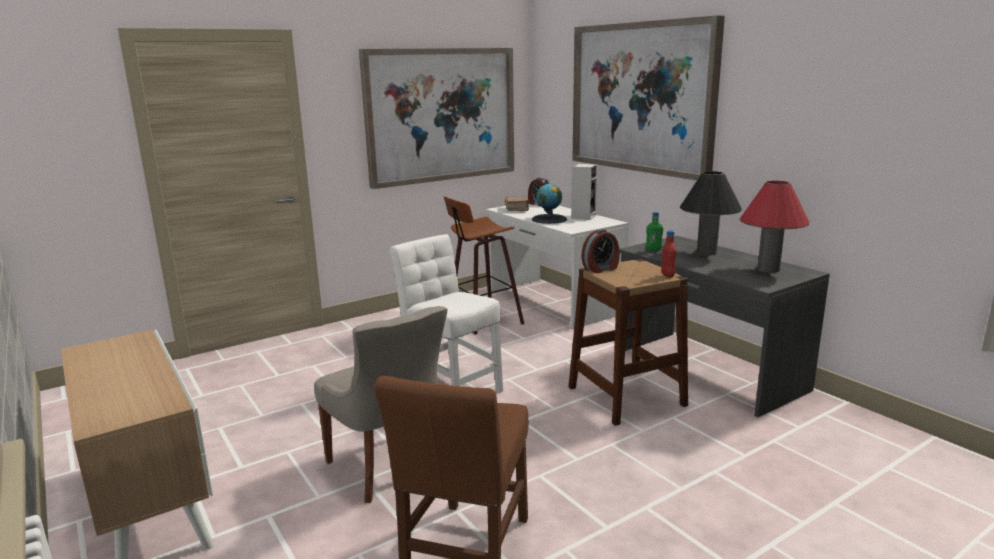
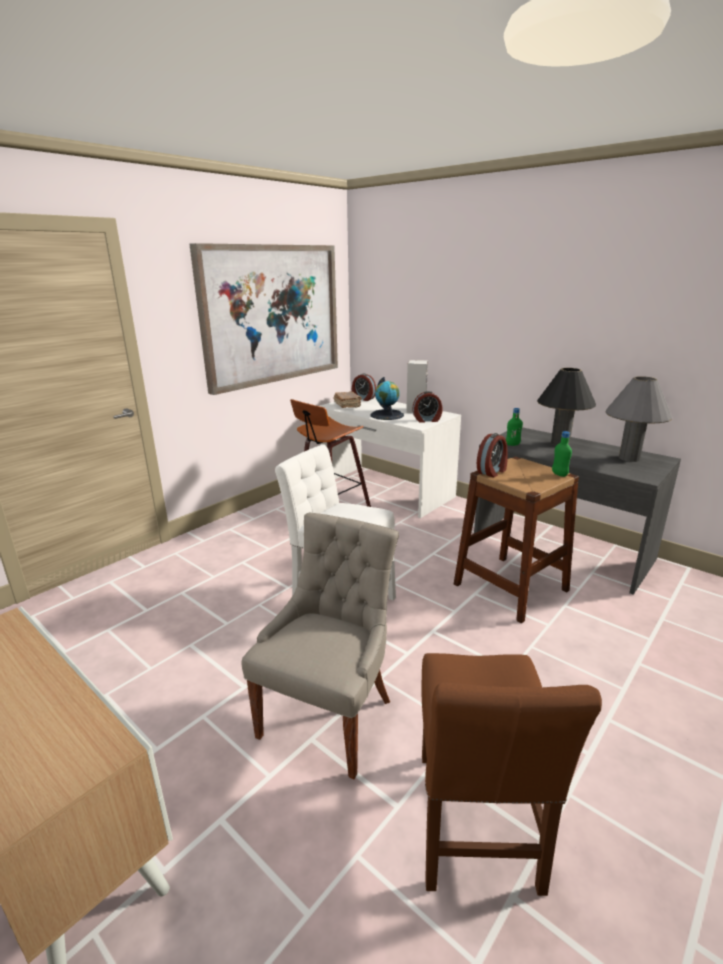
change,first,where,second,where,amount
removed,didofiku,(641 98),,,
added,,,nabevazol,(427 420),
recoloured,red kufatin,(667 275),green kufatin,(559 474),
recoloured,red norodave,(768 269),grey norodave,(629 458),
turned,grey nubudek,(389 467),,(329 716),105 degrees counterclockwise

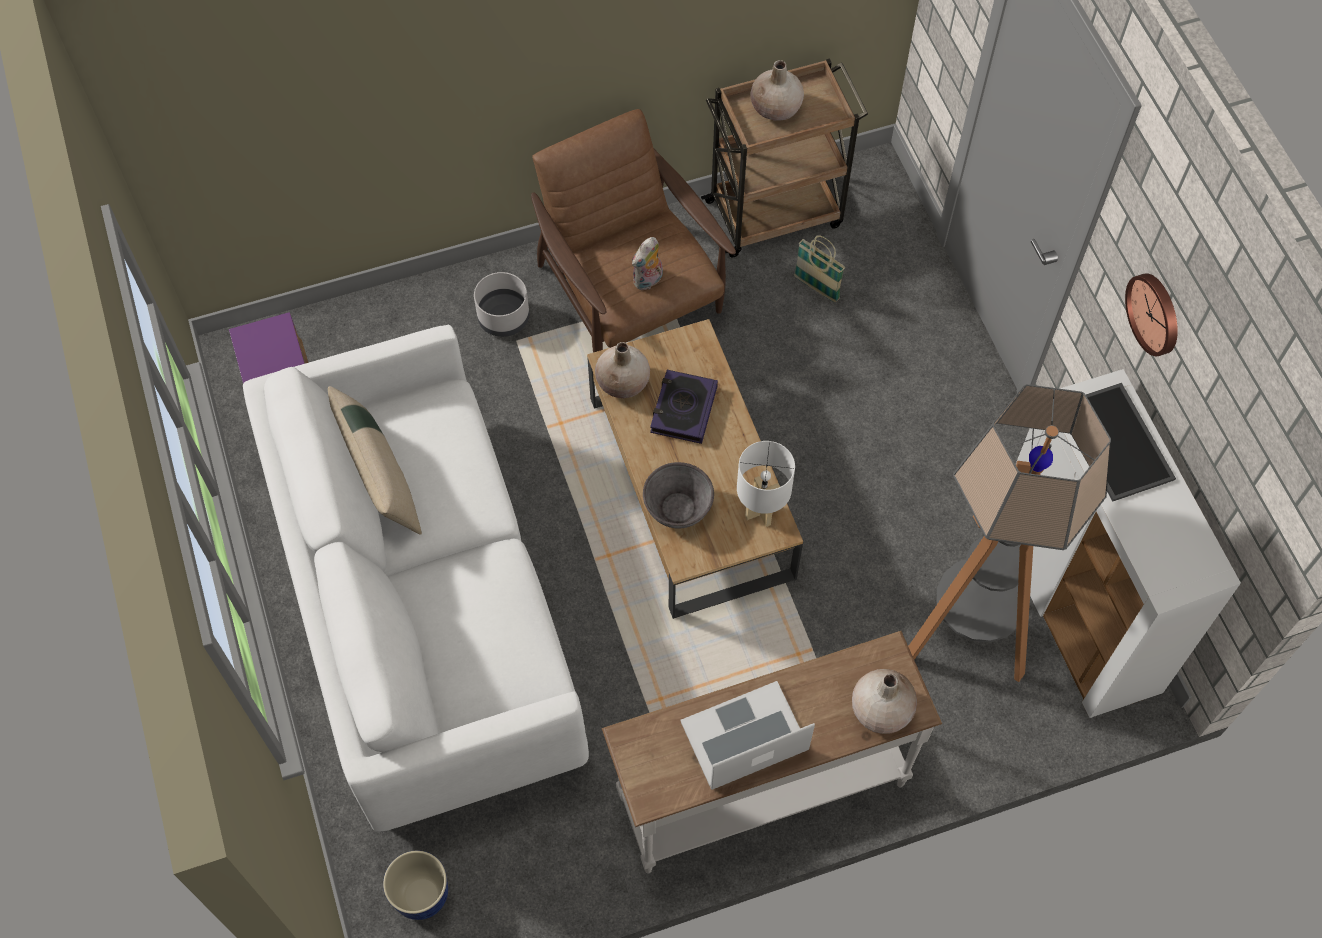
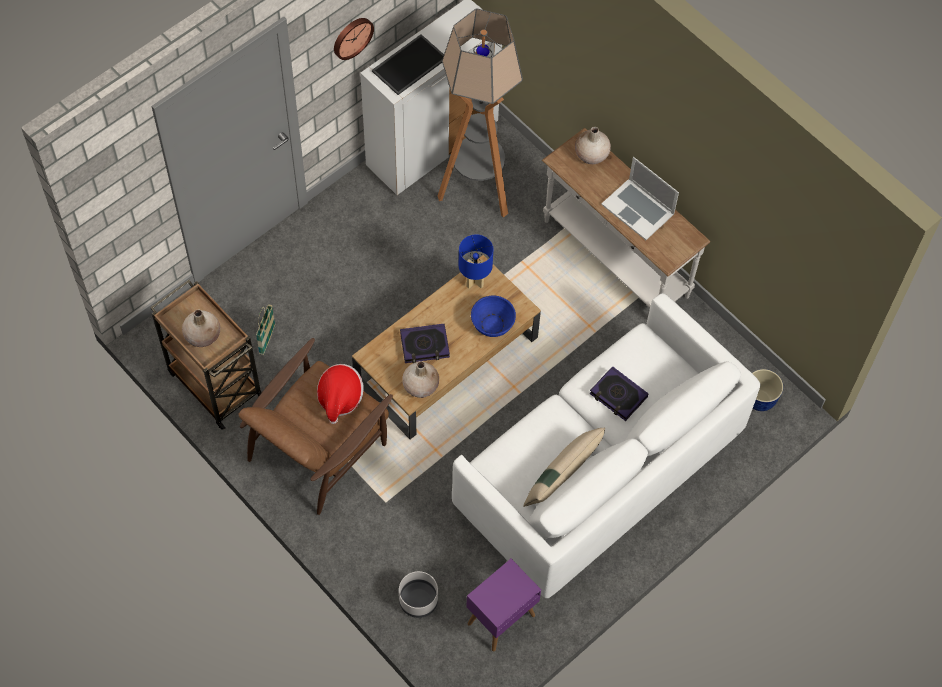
change,first,where,second,where,amount
added,,,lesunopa,(618 396),
moved,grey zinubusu,(503 317),,(418 601),
replaced,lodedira,(648 281),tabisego,(340 398),
recoloured,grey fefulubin,(678 508),blue fefulubin,(492 324),
recoloured,white norodave,(762 512),blue norodave,(475 280),

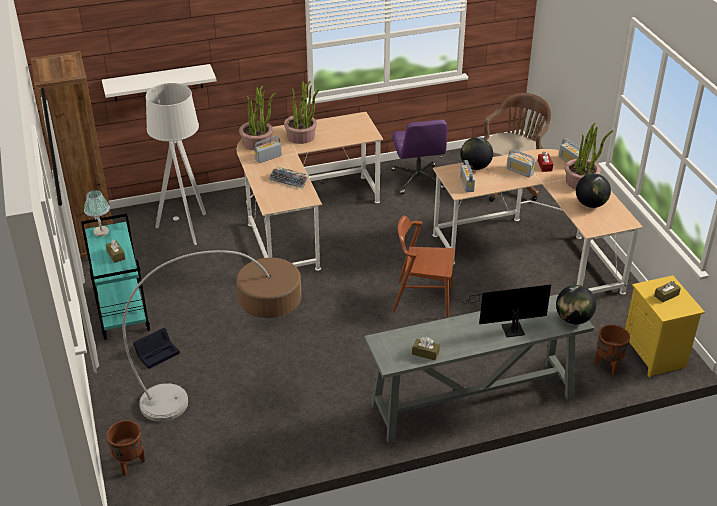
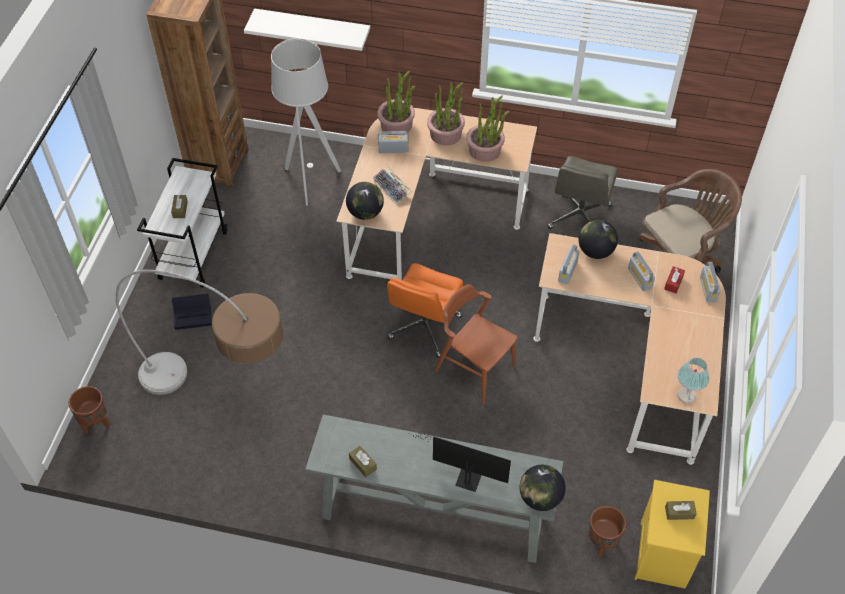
change,first,where,second,where,amount
added,,,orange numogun,(424 328),
moved,norodave,(101 232),,(686 396),
moved,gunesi,(580 182),,(485 150),
moved,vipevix,(590 204),,(365 213),
recoloured,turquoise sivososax,(121 312),white sivososax,(193 254),
recoloured,purple numogun,(418 180),grey numogun,(579 217),

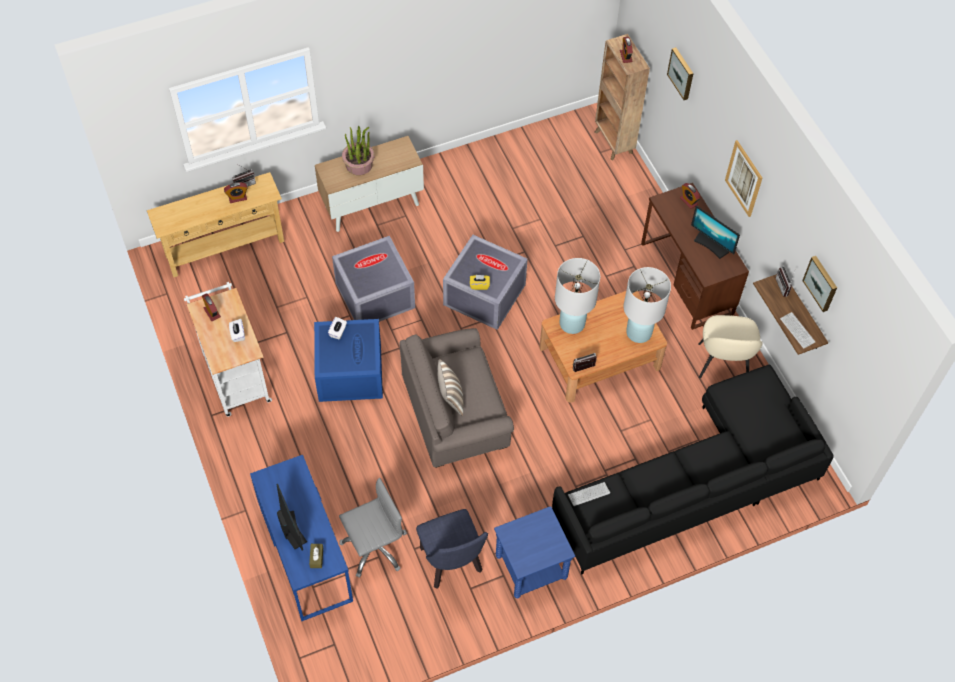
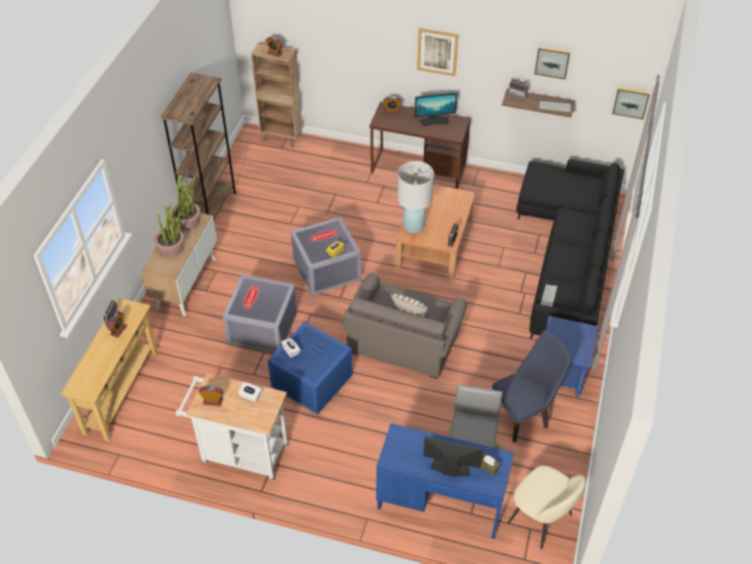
change,first,where,second,where,amount
removed,white norodave,(639 333),,,
added,,,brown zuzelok,(211 210),
added,,,gunesi,(187 221),
moved,didofiku,(682 73),,(631 102),
moved,beige nubudek,(723 364),,(541 520),
turned,blue nubudek,(452 565),,(523 416),45 degrees counterclockwise

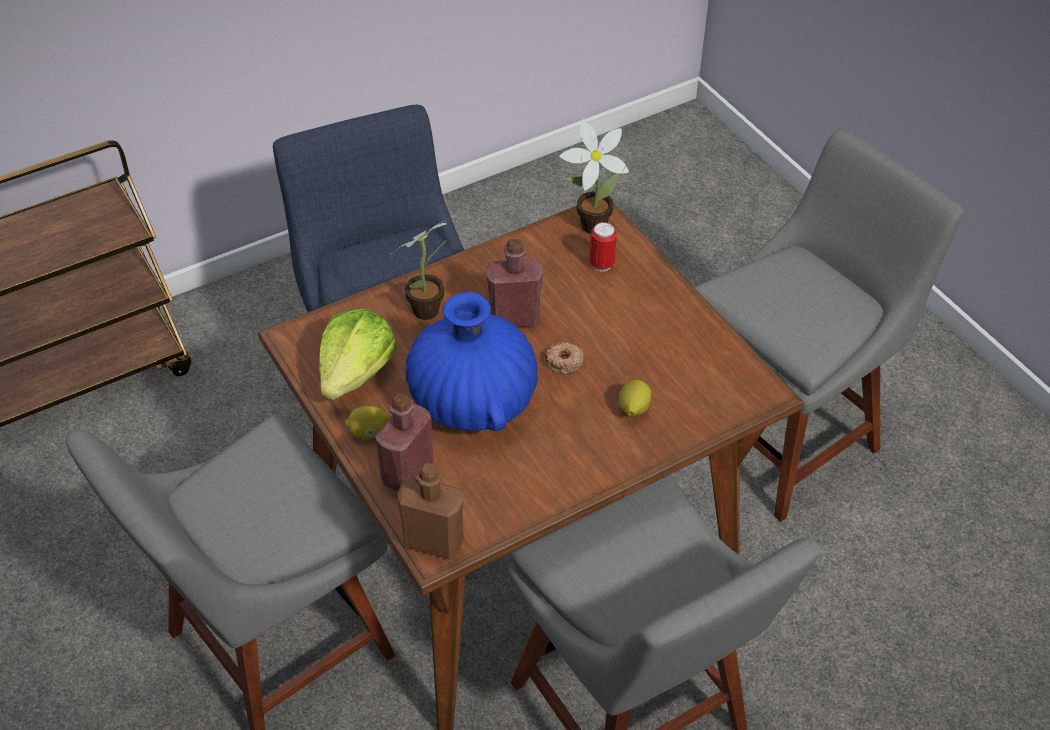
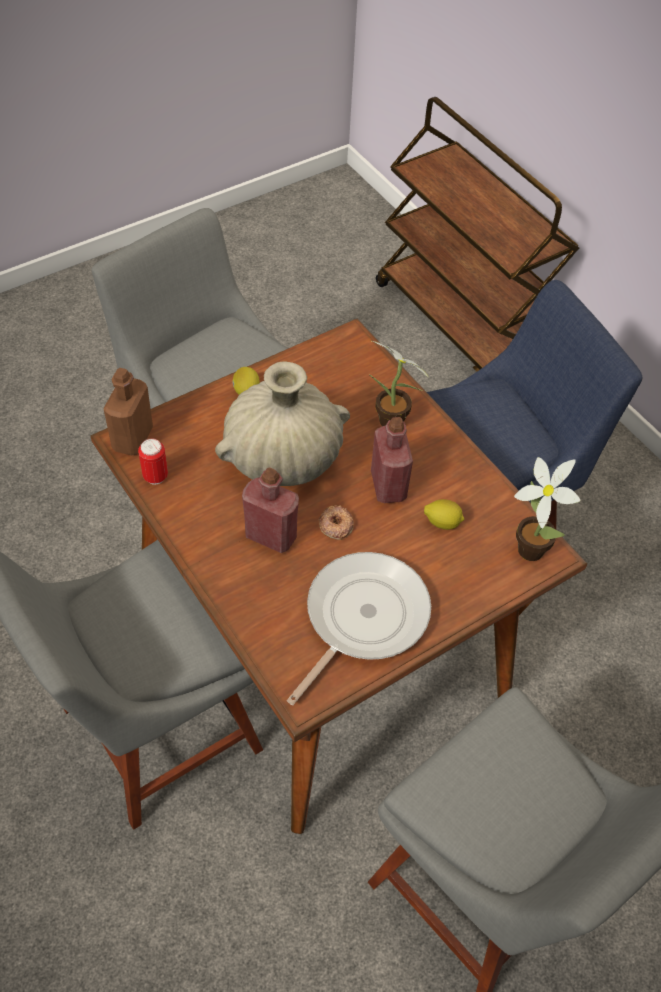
change,first,where,second,where,amount
removed,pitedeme,(356 373),,,
added,,,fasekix,(362 618),
moved,red kufatin,(407 472),,(271 536),
moved,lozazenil,(601 264),,(155 476),
moved,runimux,(633 409),,(442 522),
recoloured,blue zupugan,(472 401),beige zupugan,(283 458),

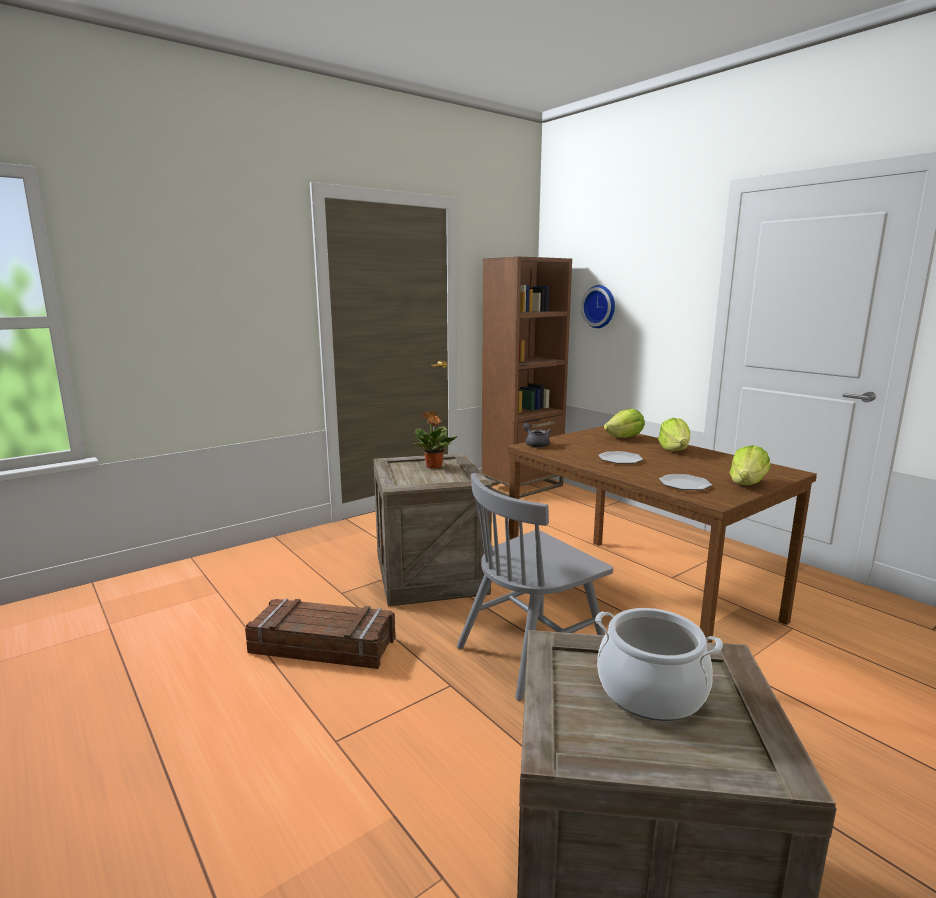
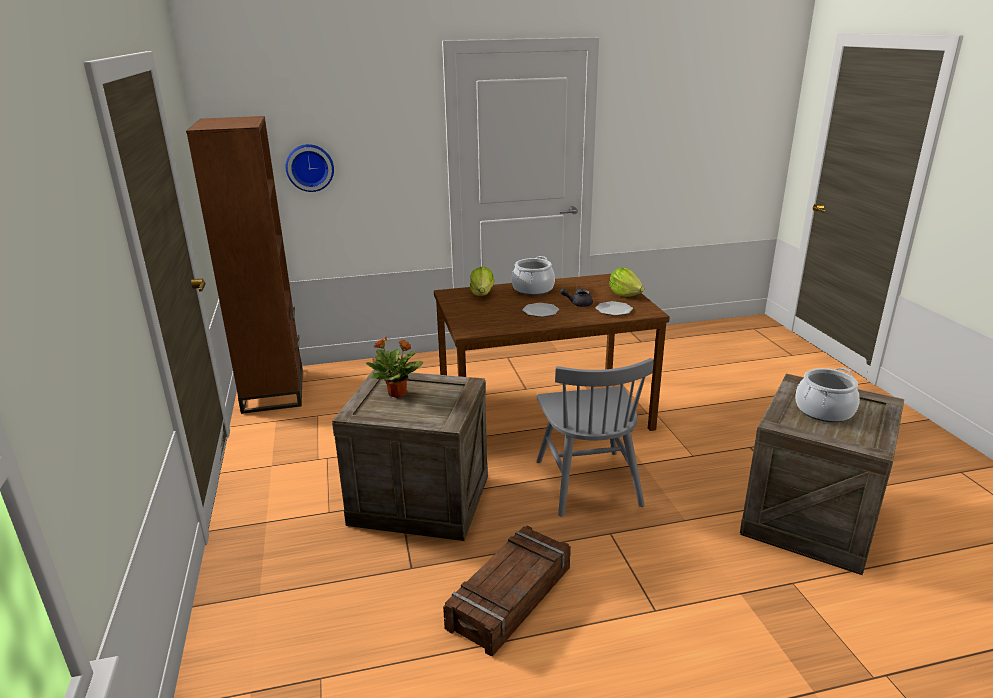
change,first,where,second,where,amount
moved,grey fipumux,(536 444),,(578 304),
replaced,pitedeme,(674 450),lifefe,(532 289),

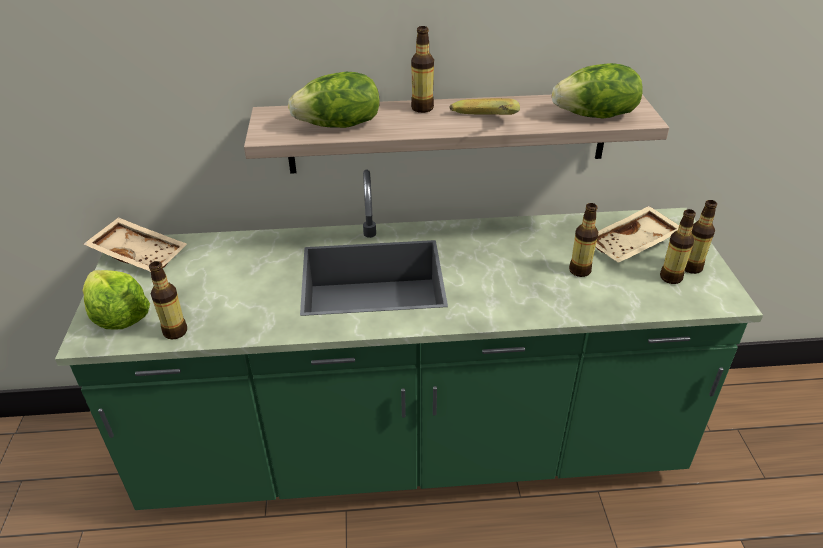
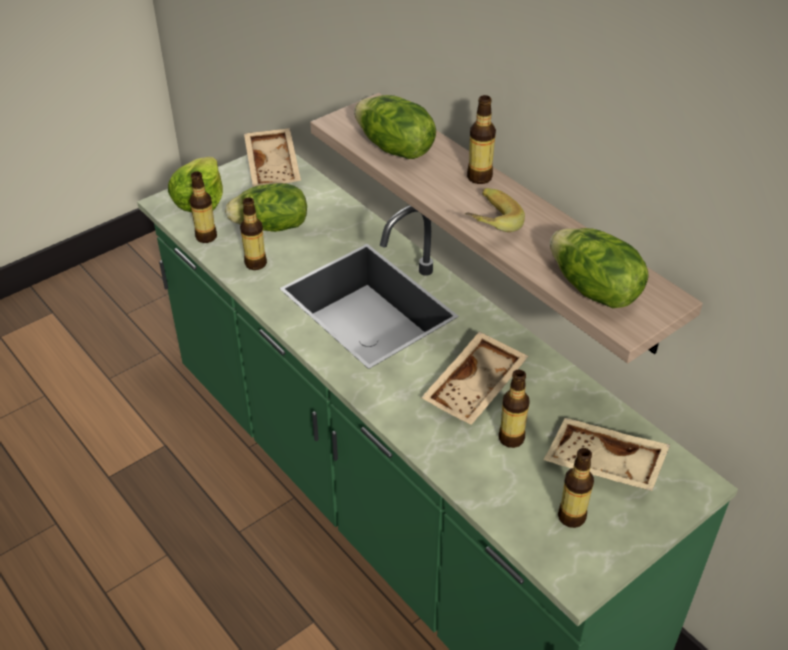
change,first,where,second,where,amount
added,,,pitedeme,(271 227),
added,,,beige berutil,(476 388),
moved,kufatin,(691 267),,(255 263),

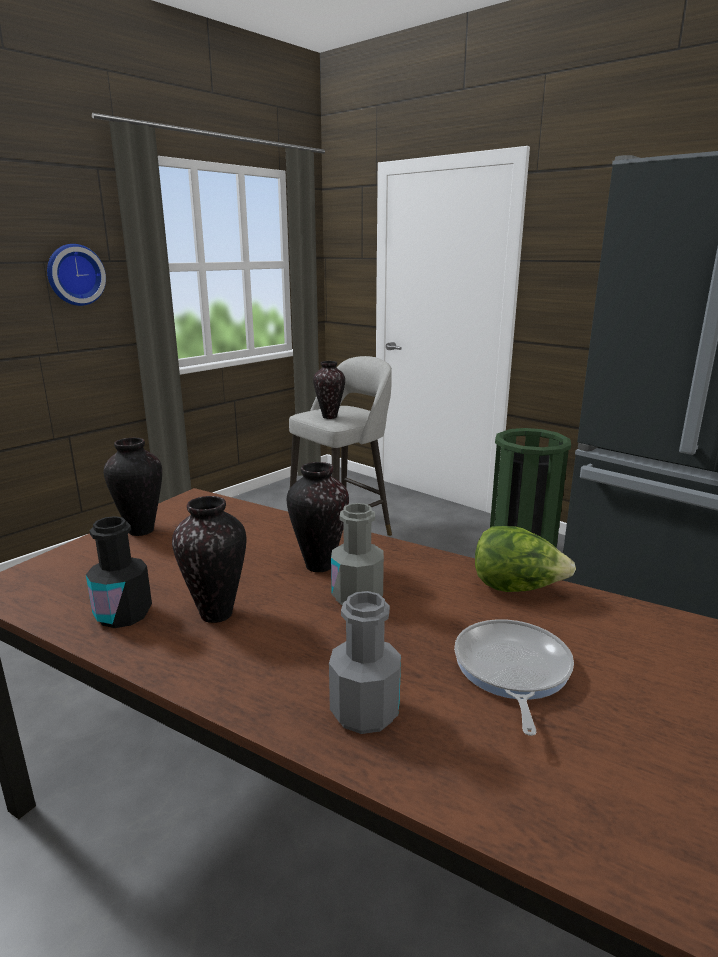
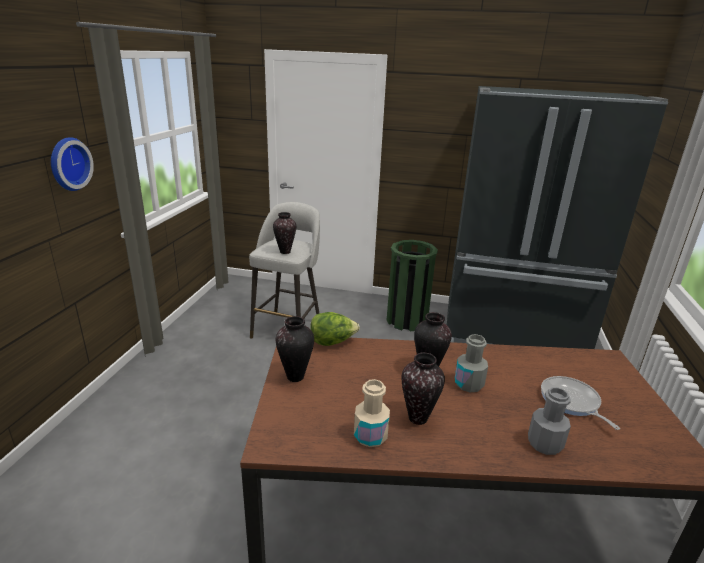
change,first,where,second,where,amount
moved,pitedeme,(516 589),,(332 342),
recoloured,black kufatin,(123 614),beige kufatin,(370 436),

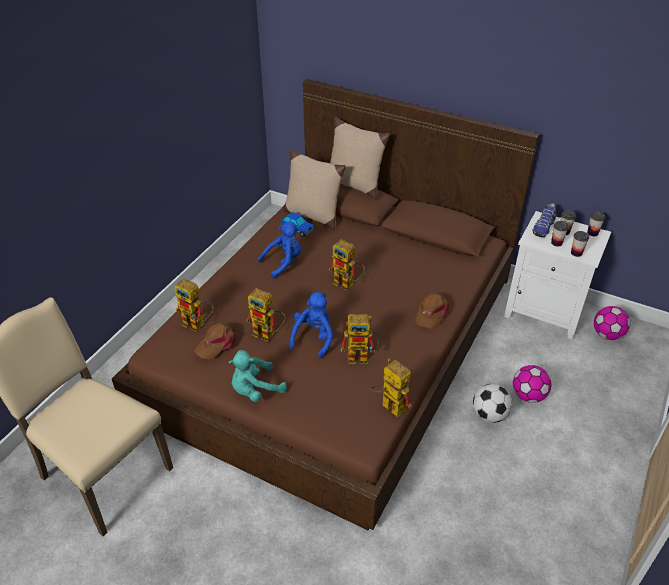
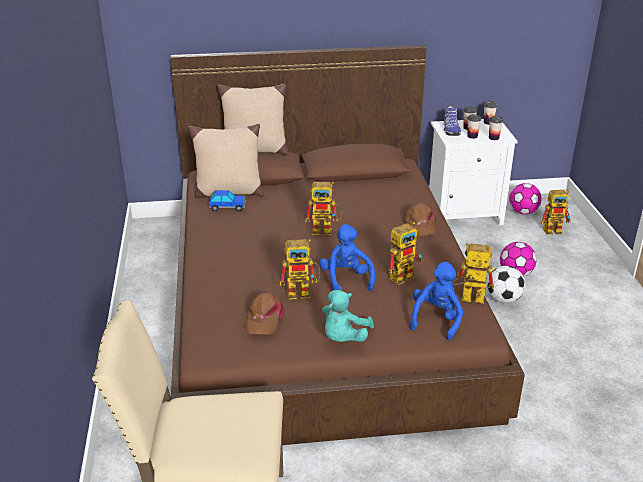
change,first,where,second,where,amount
moved,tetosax,(198 324),,(555 230),
moved,blue lodedira,(283 263),,(436 319),

